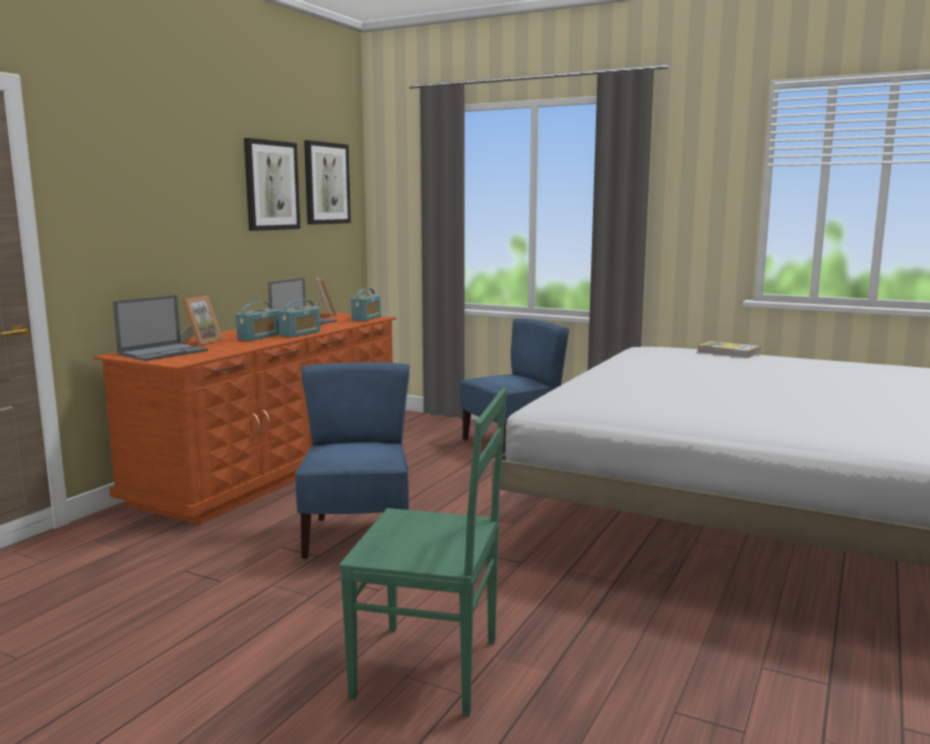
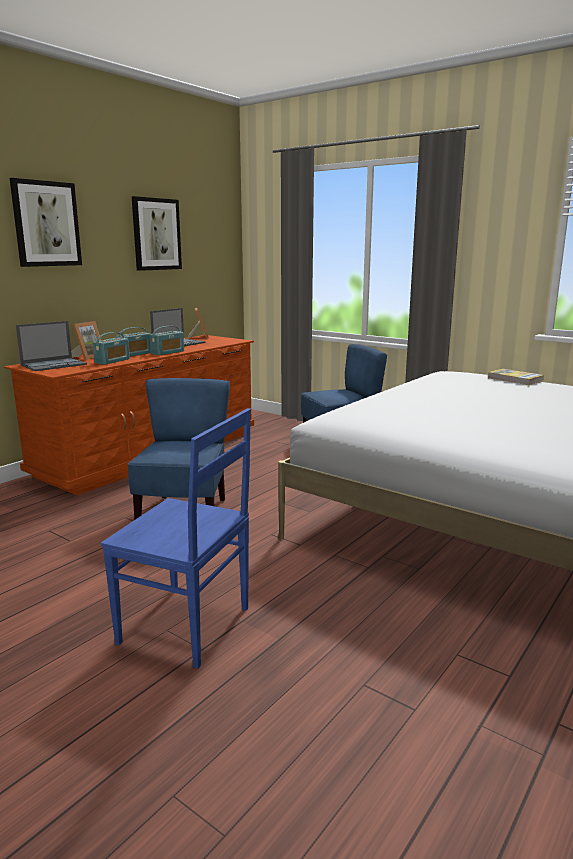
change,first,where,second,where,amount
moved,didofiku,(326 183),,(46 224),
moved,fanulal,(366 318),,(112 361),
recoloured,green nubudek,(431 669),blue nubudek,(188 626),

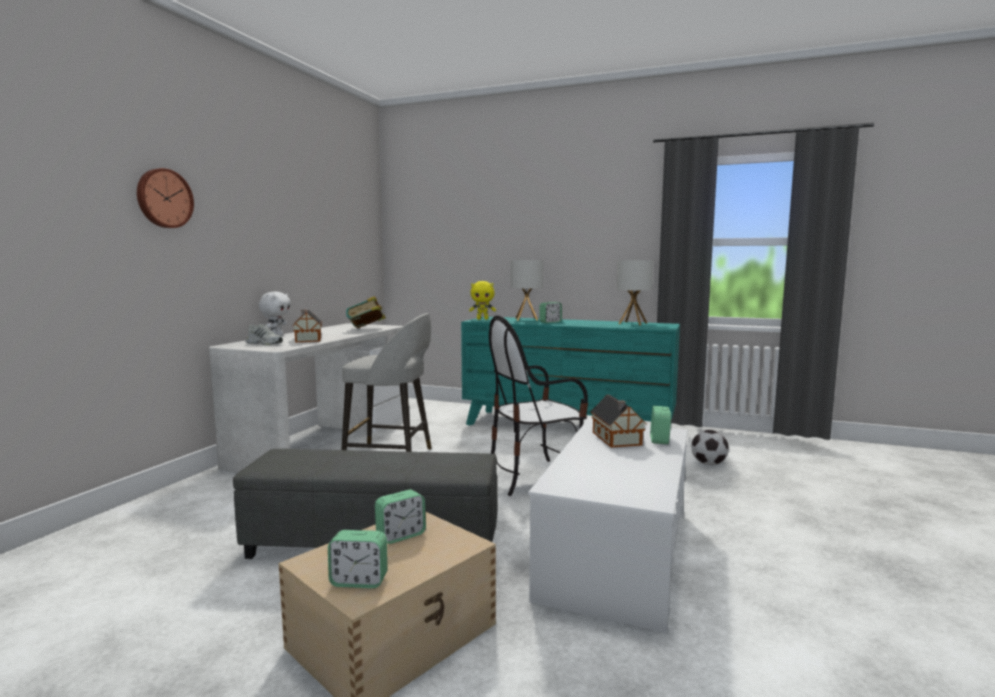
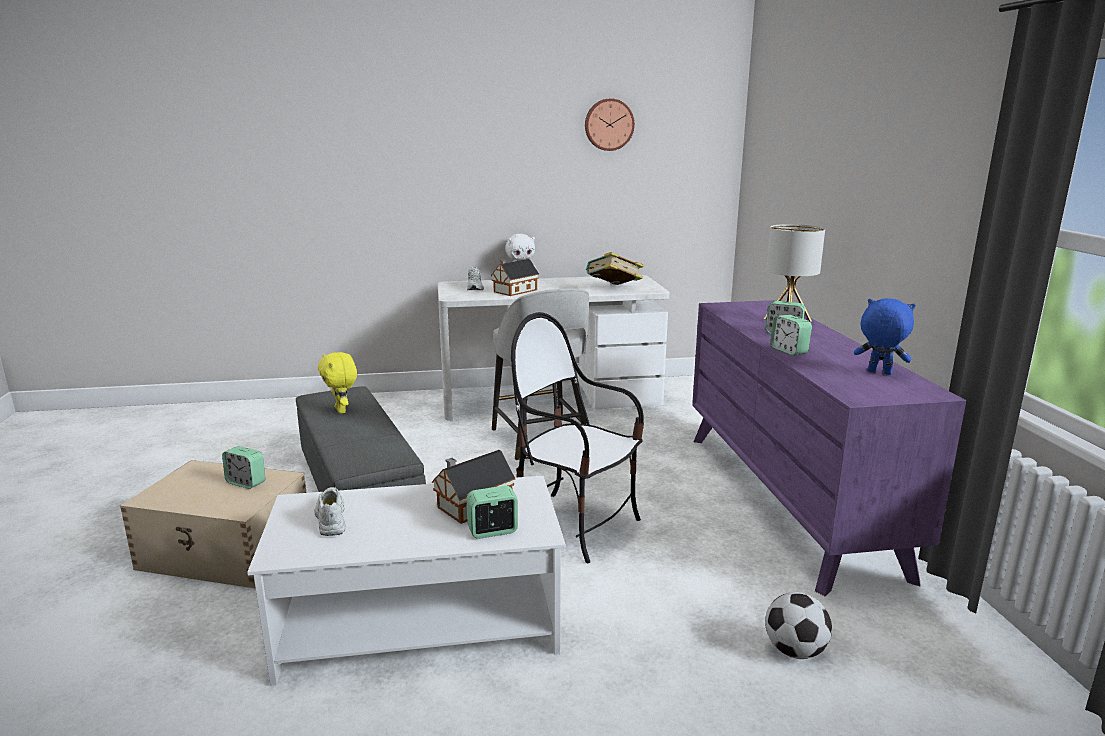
change,first,where,second,where,amount
added,,,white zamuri,(330 518),
moved,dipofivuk,(163 198),,(609 124),
moved,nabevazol,(359 581),,(789 350),
moved,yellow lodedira,(482 319),,(342 410),
replaced,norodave,(632 323),blue lodedira,(879 373),
recoloured,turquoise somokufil,(567 427),purple somokufil,(788 499),

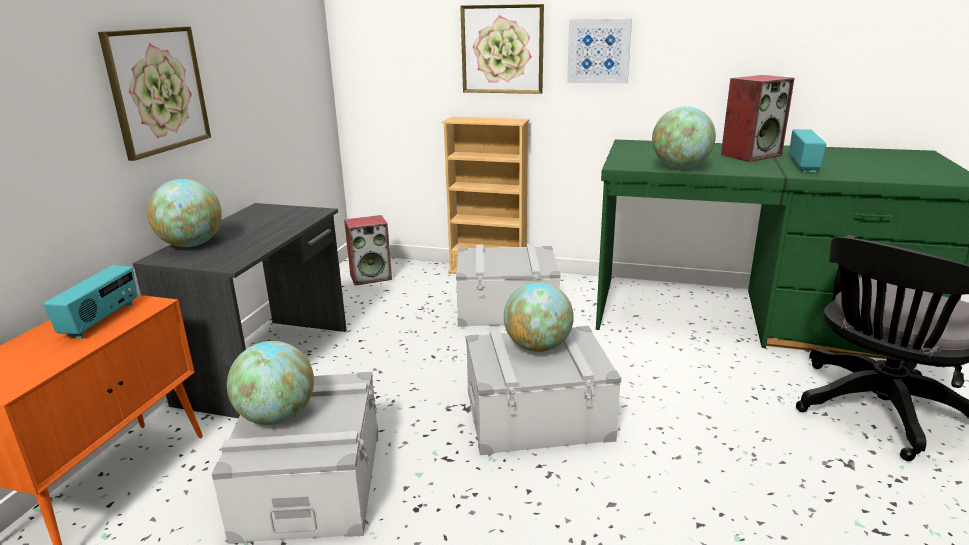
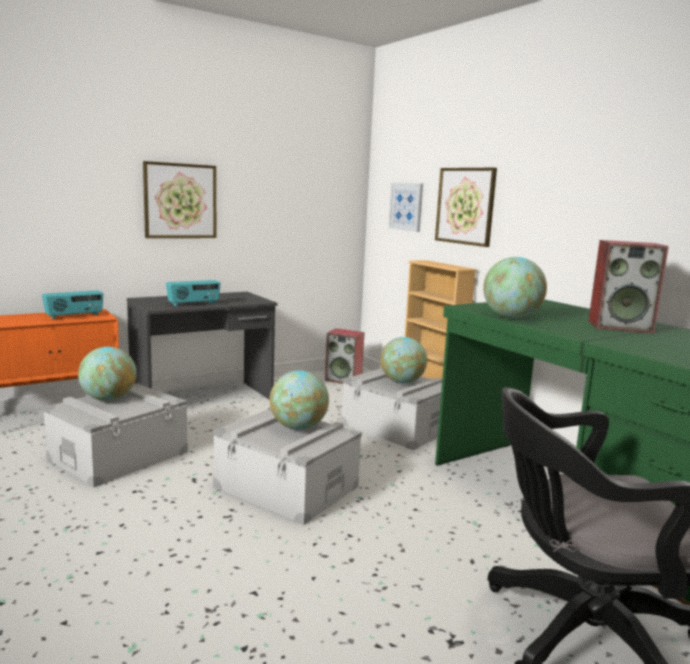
change,first,where,second,where,amount
moved,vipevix,(191 244),,(402 382),
moved,didofiku,(599 51),,(406 206),
moved,fanulal,(804 165),,(194 304),

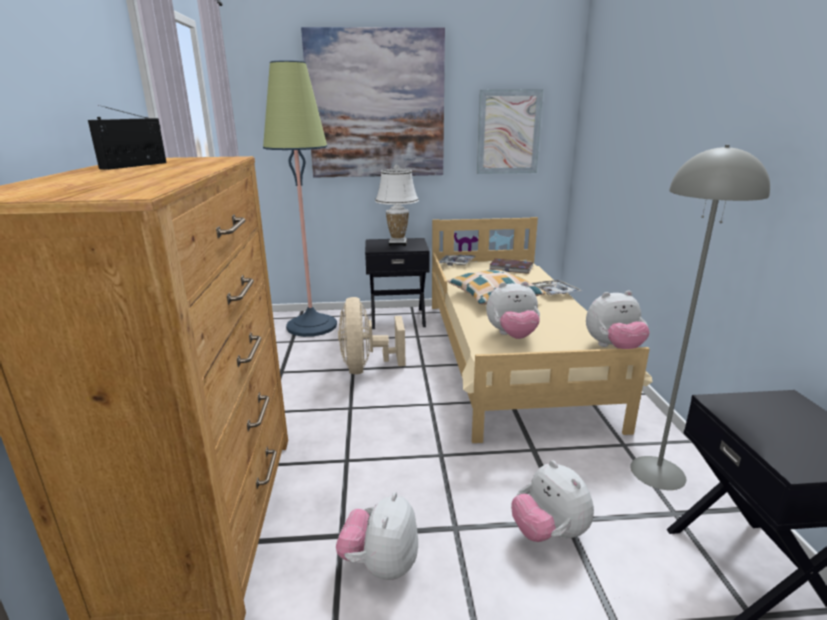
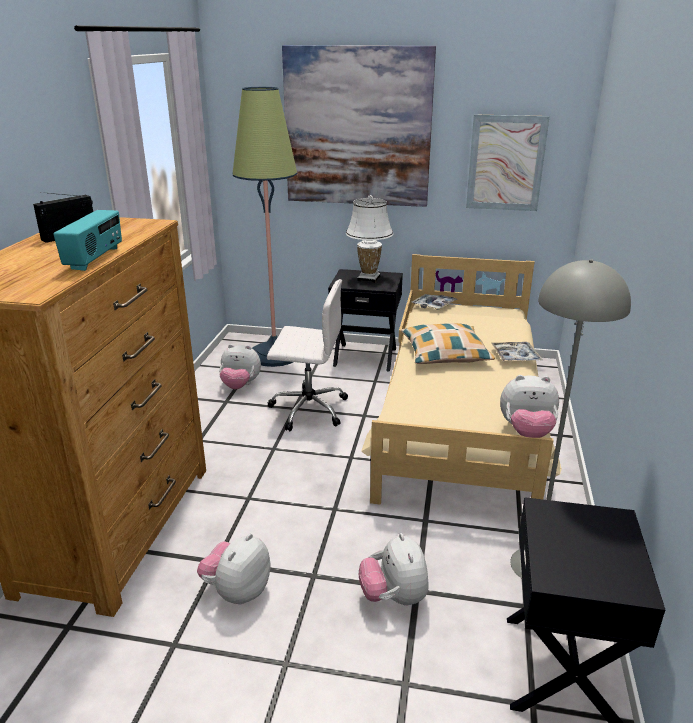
change,first,where,second,where,amount
removed,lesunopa,(511 268),,,
added,,,fanulal,(95 259),
moved,lodedira,(512 336),,(240 386),
replaced,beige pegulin,(366 367),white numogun,(307 409),

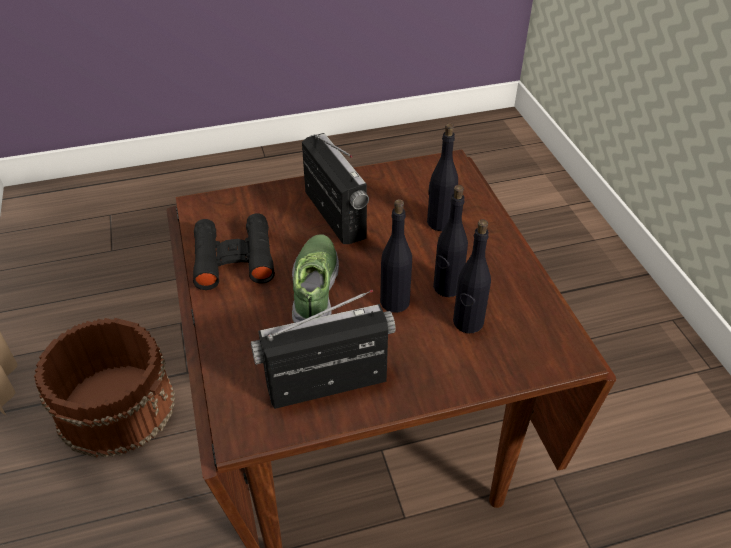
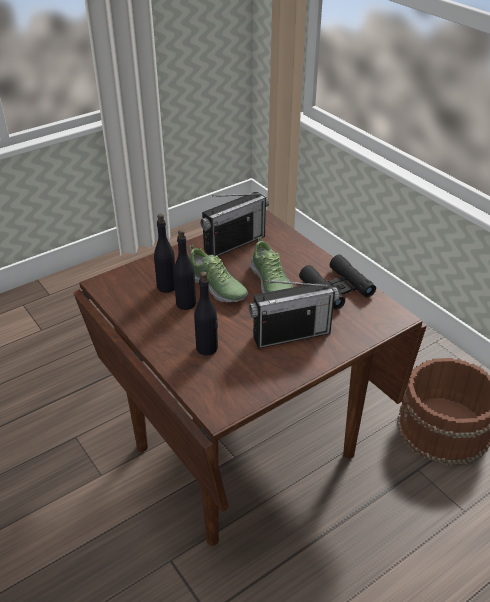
change,first,where,second,where,amount
replaced,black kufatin,(394 301),zamuri,(217 287),
turned,fanulal,(335 215),,(291 334),60 degrees counterclockwise

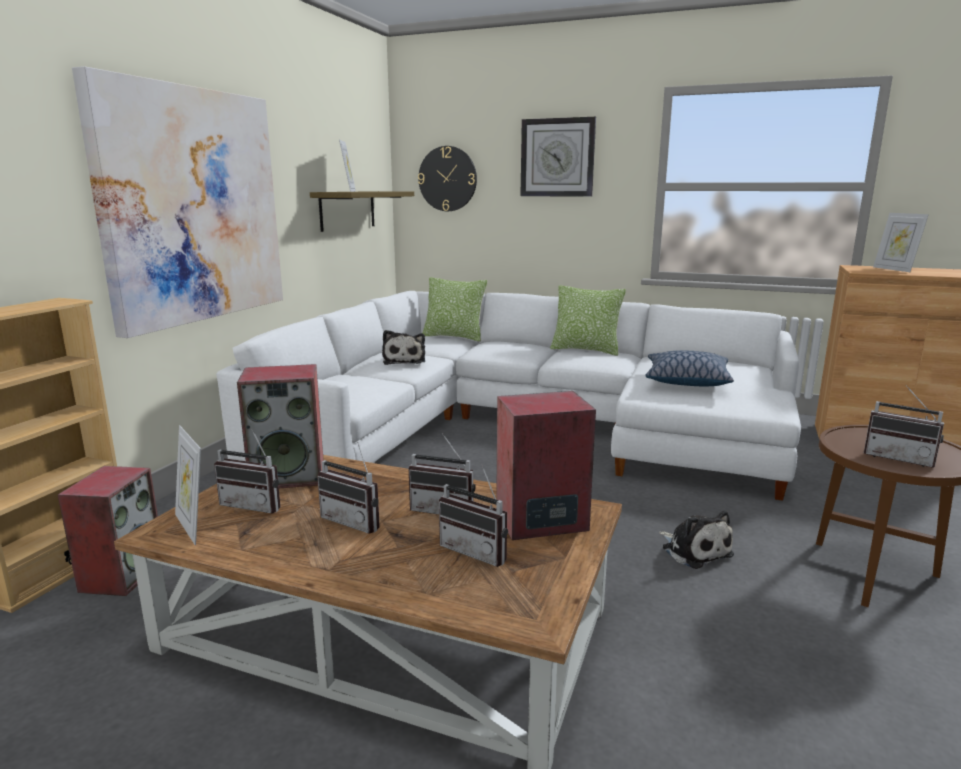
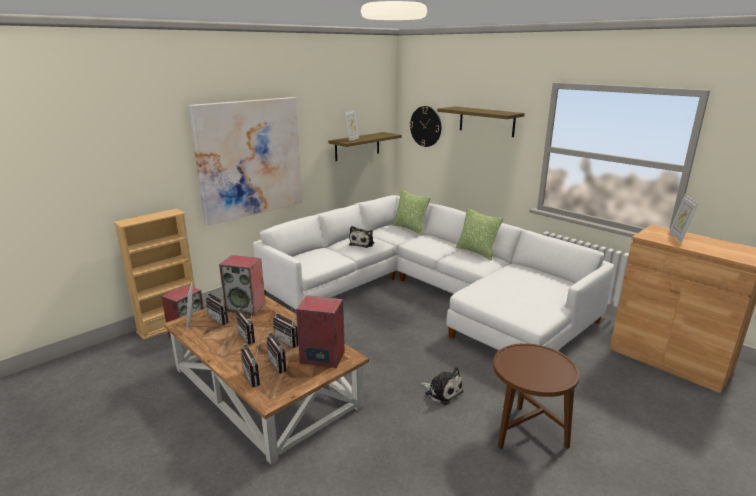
change,first,where,second,where,amount
removed,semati,(686 380),,,
moved,fanulal,(899 458),,(255 377),
replaced,dipofivuk,(557 158),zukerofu,(486 121),
turned,lodedira,(694 550),,(442 392),45 degrees counterclockwise

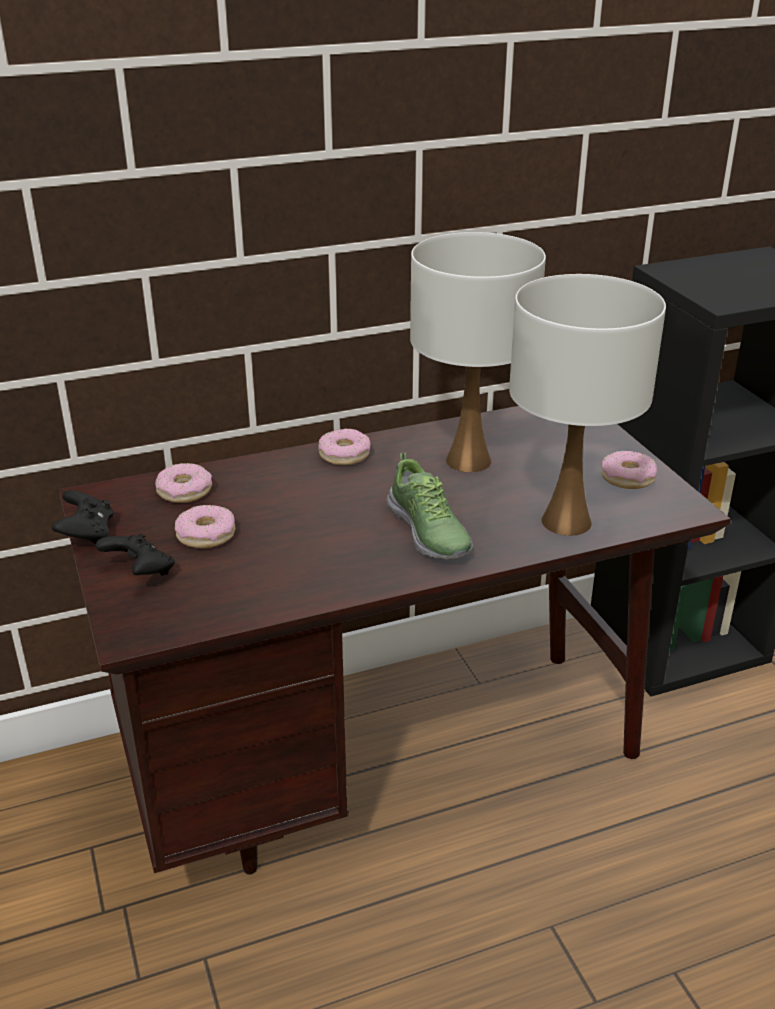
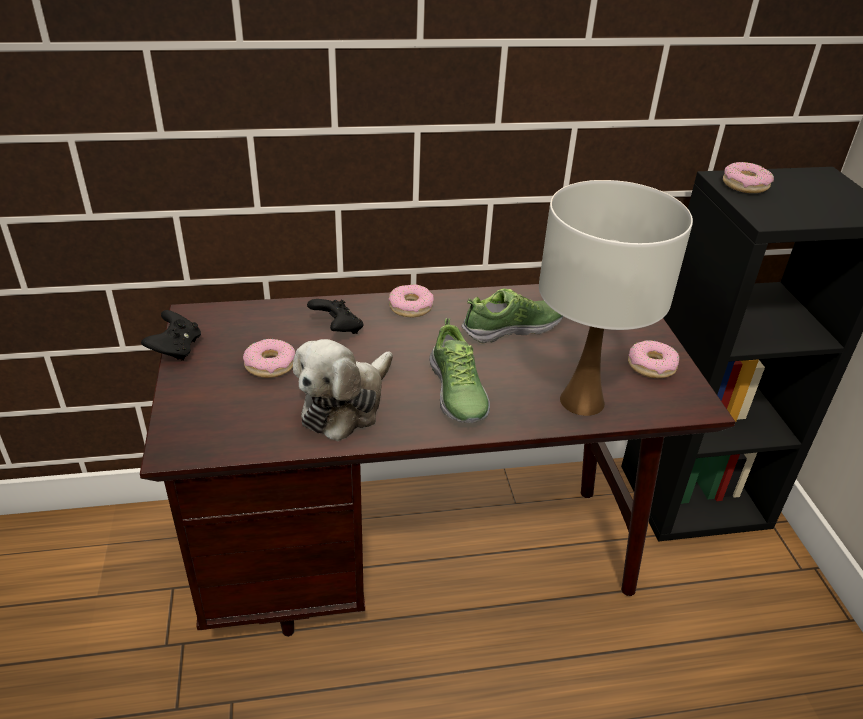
change,first,where,second,where,amount
added,,,lodedira,(345 405),
moved,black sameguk,(140 573),,(337 329),
moved,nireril,(184 491),,(745 185),
replaced,white norodave,(467 461),zamuri,(514 328),

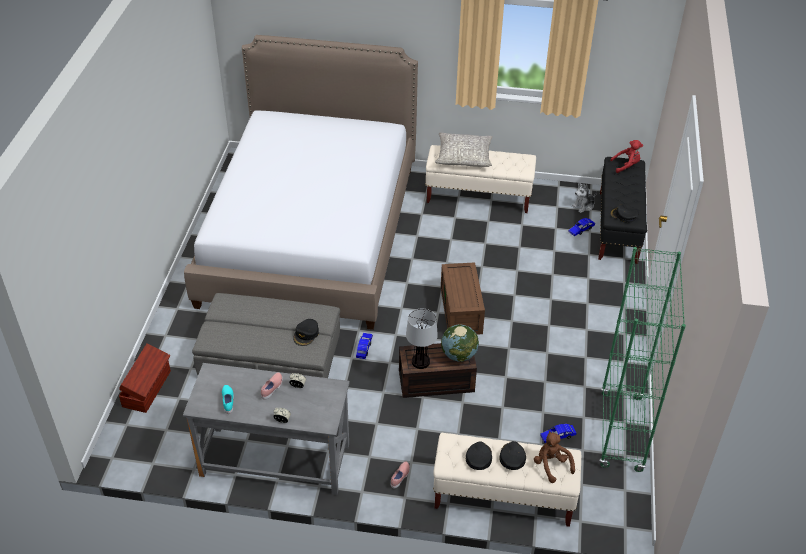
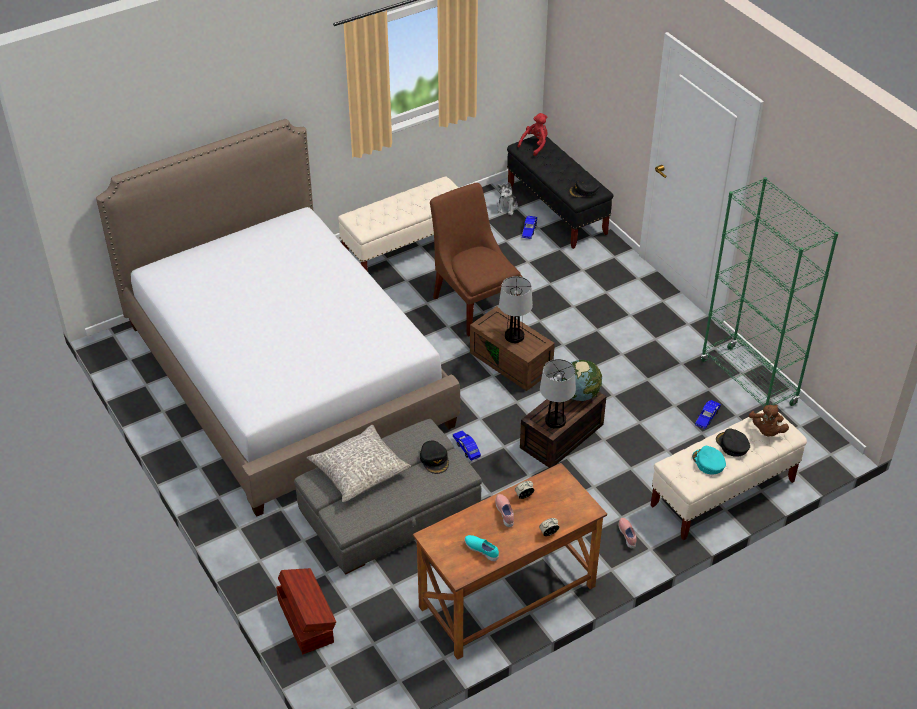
change,first,where,second,where,amount
added,,,brown nubudek,(474 303),
added,,,norodave,(514 336),
moved,grey semati,(464 156),,(359 471),
recoloured,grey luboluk,(275 460),brown luboluk,(507 597),
recoloured,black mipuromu,(478 457),turquoise mipuromu,(708 462),
turned,brown lodedira,(551 465),,(766 431),105 degrees counterclockwise

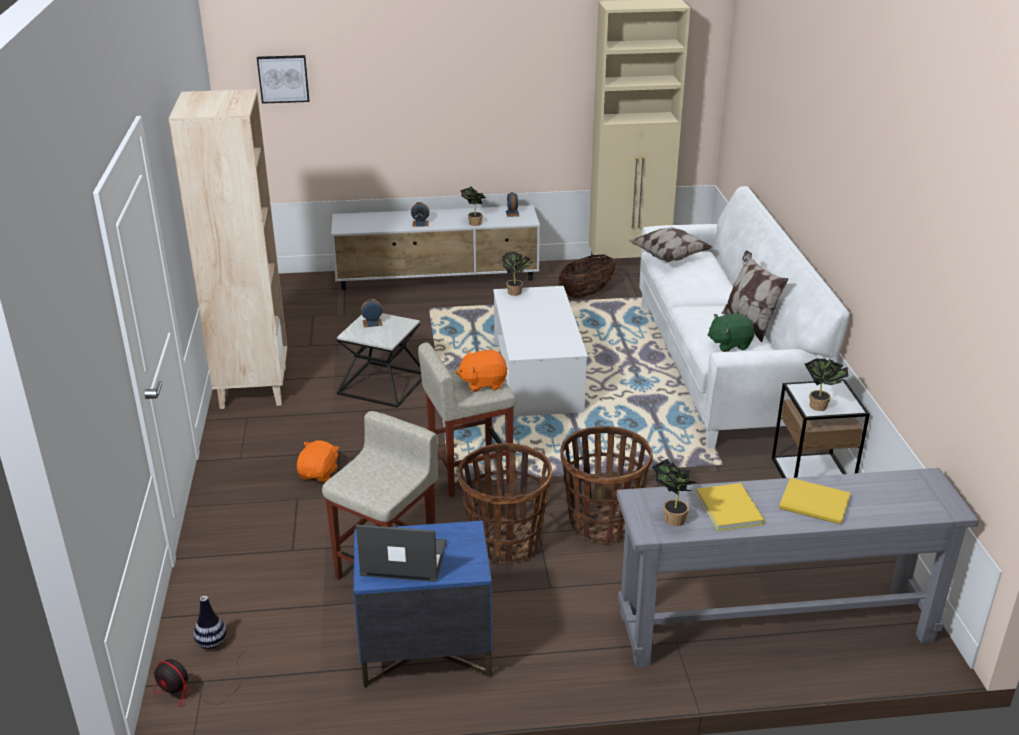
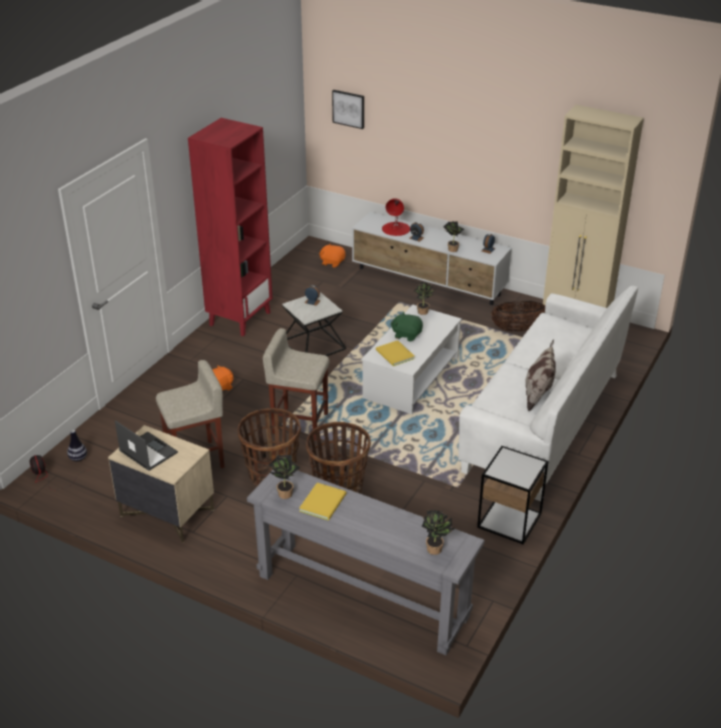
change,first,where,second,where,amount
removed,semati,(669 256),,,
added,,,red norodave,(396 229),
moved,orange lodedira,(483 383),,(332 262),
moved,green lodedira,(729 344),,(407 335),
moved,yellow lesunopa,(816 504),,(394 355),
moved,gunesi,(821 406),,(436 550),
recoloured,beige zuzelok,(253 387),red zuzelok,(240 318),
recoloured,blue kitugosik,(424 651),beige kitugosik,(166 513),

